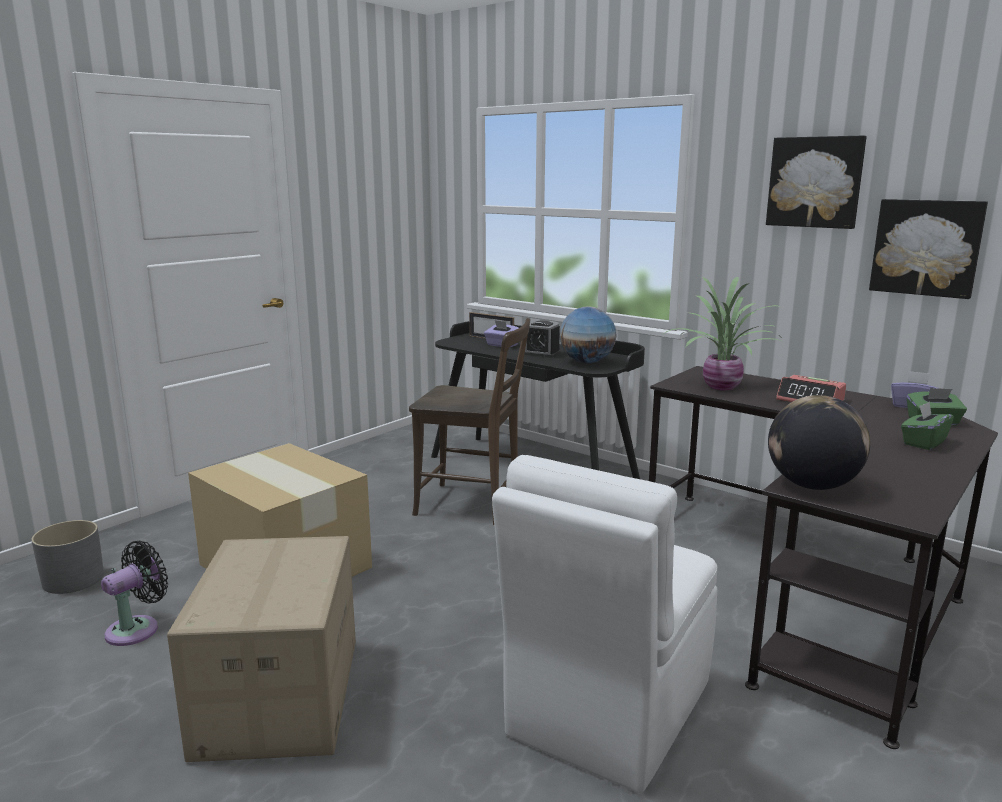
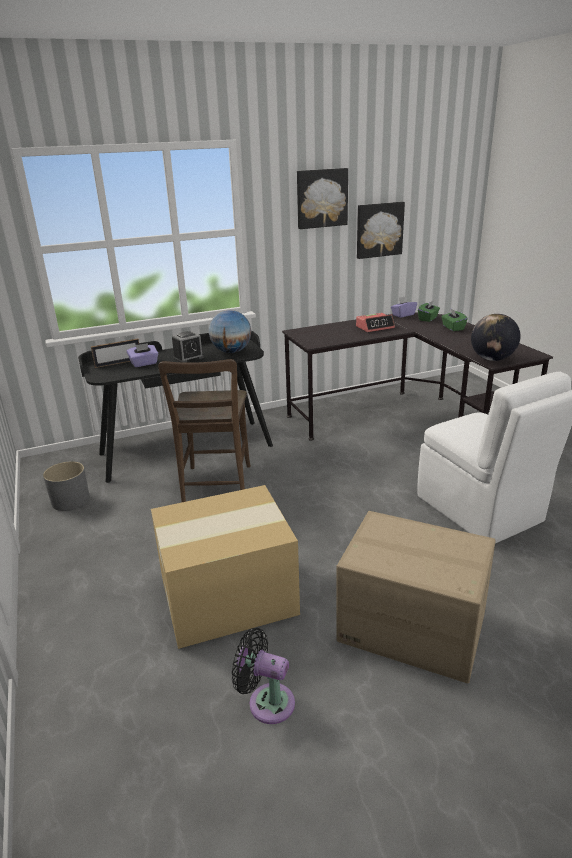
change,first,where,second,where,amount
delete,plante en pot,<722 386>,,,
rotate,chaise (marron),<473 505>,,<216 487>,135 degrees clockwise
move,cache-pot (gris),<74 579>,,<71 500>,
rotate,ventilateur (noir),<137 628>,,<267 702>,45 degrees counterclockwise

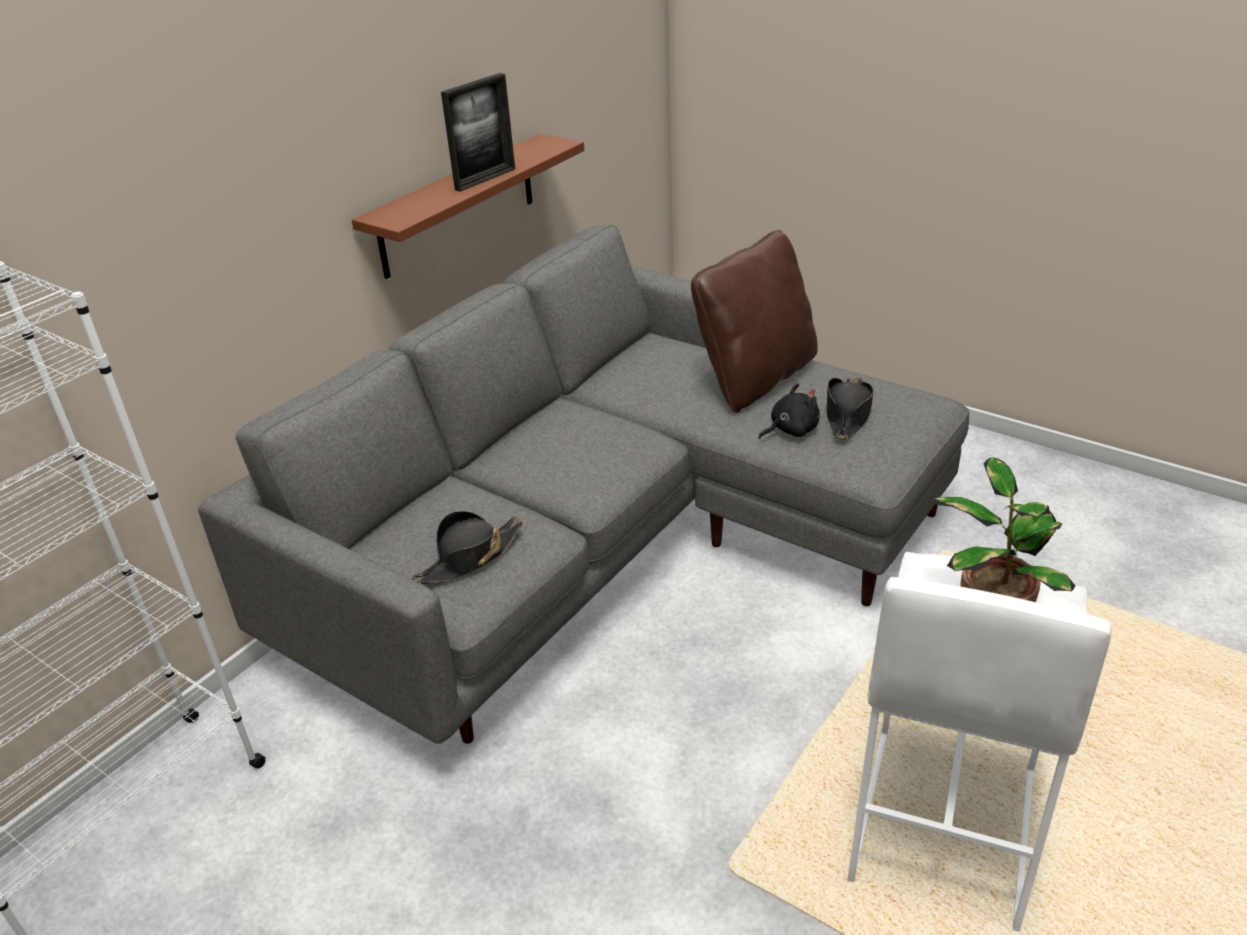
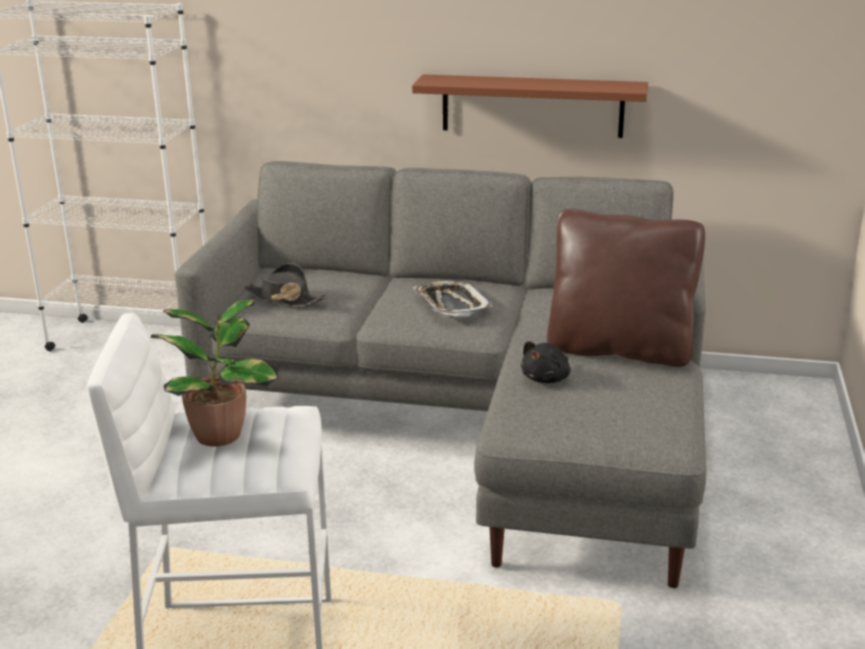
change,first,where,second,where,amount
delete,cadre photo,<485 179>,,,
delete,chapeau (noir),<847 415>,,,
rotate,peluche (noir),<790 430>,,<547 379>,90 degrees clockwise
insert,,,plateau,<451 304>,

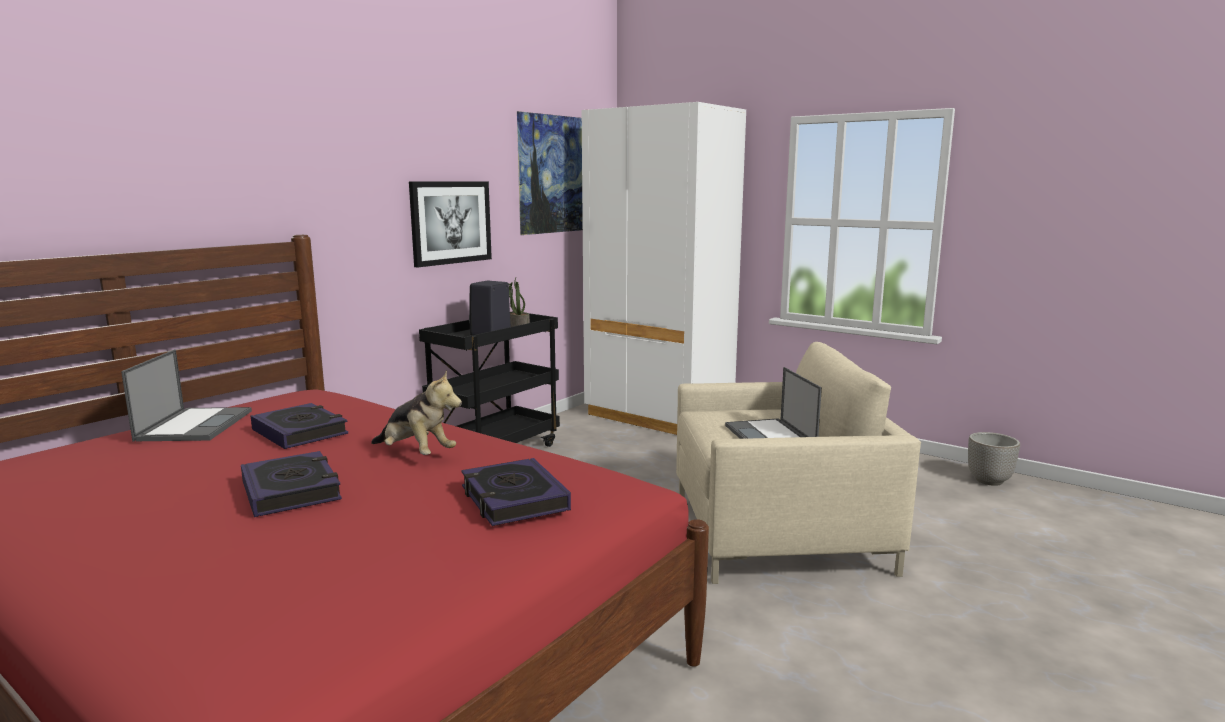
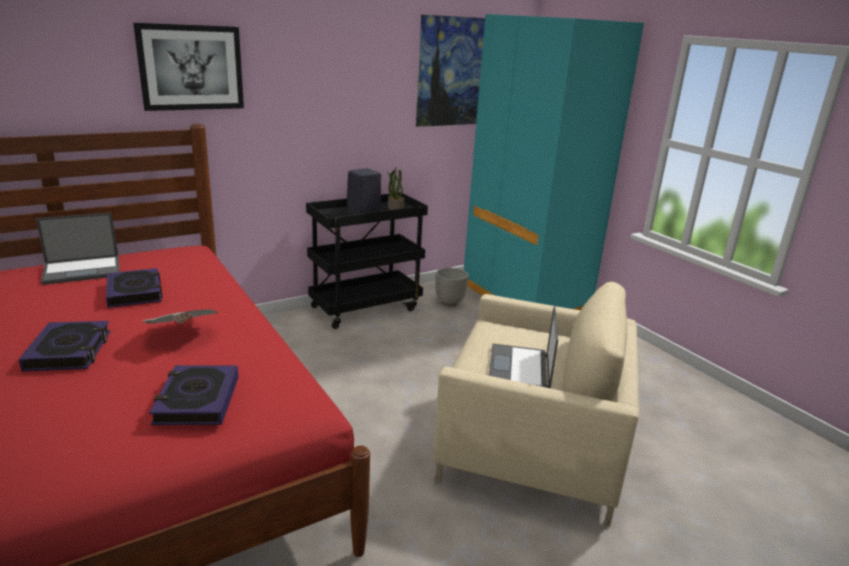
change,first,where,second,where,amount
recolor,armoire (blanc),<658 415>,armoire (turquoise),<524 298>,
move,tableau,<450 222>,,<191 67>,
rotate,ordinateur portable,<195 425>,,<83 270>,45 degrees clockwise
replace,peluche,<416 454>,journal,<183 334>,
move,cache-pot,<988 480>,,<449 302>,

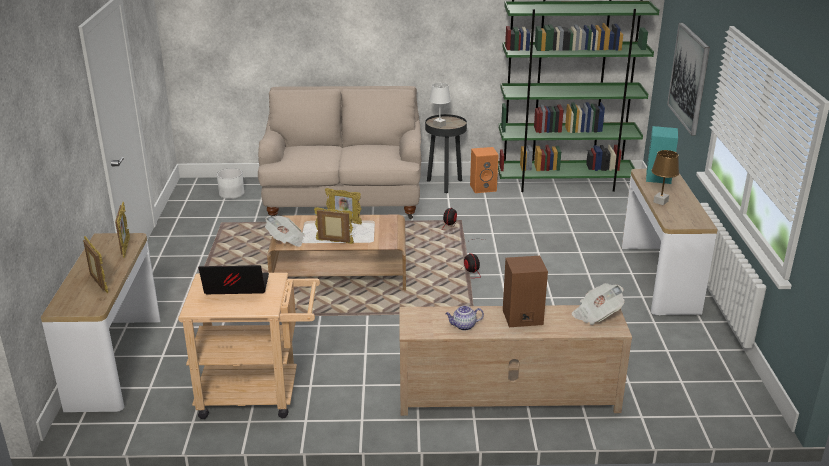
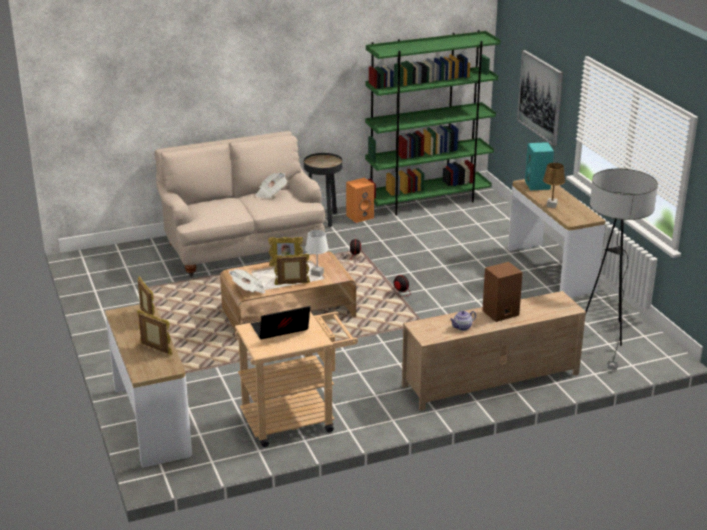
change,first,where,second,where,amount
move,lampe de table (blanc),<439 125>,,<317 274>,
delete,cache-pot (blanc),<231 193>,,,
move,journal,<596 315>,,<271 194>,
insert,,,lampadaire,<606 337>,

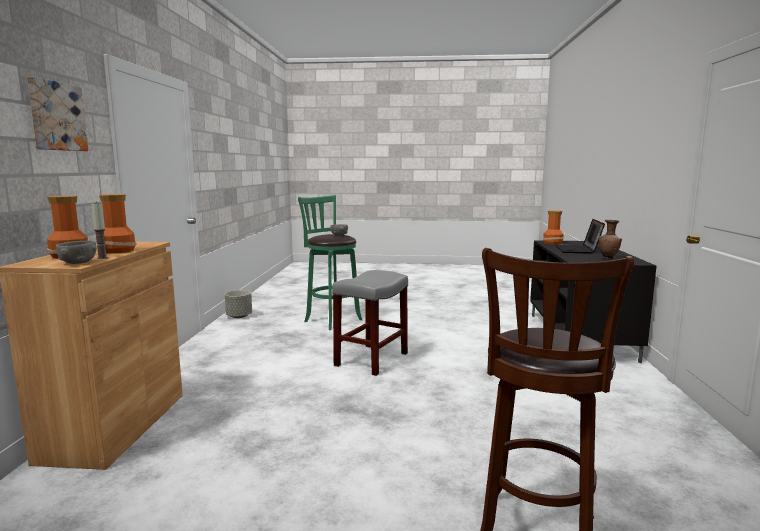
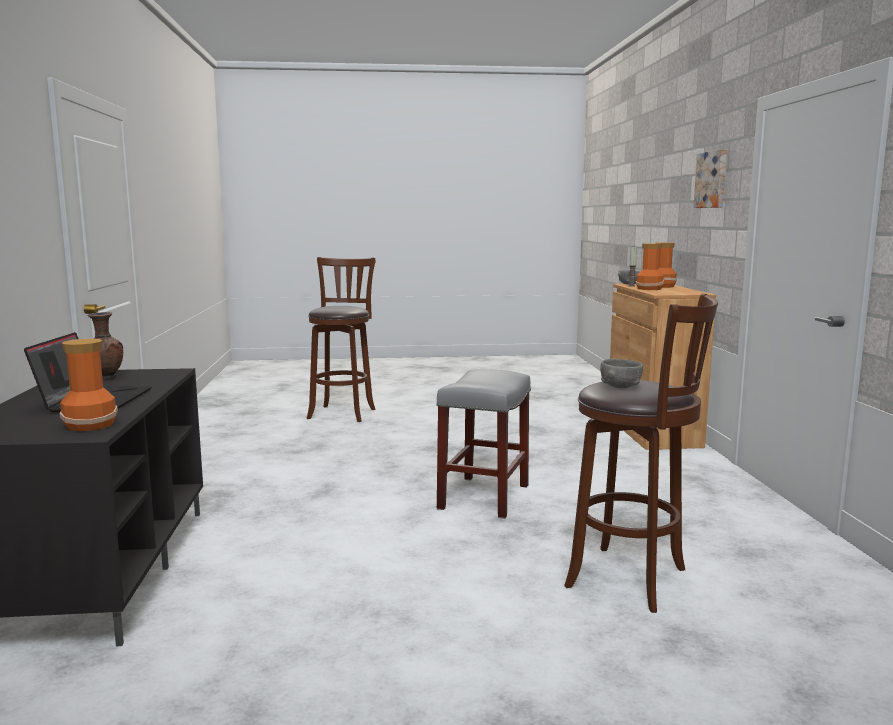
change,first,where,second,where,amount
recolor,tabouret (vert),<331 320>,tabouret (marron),<633 579>,
delete,cache-pot (gris),<239 316>,,,

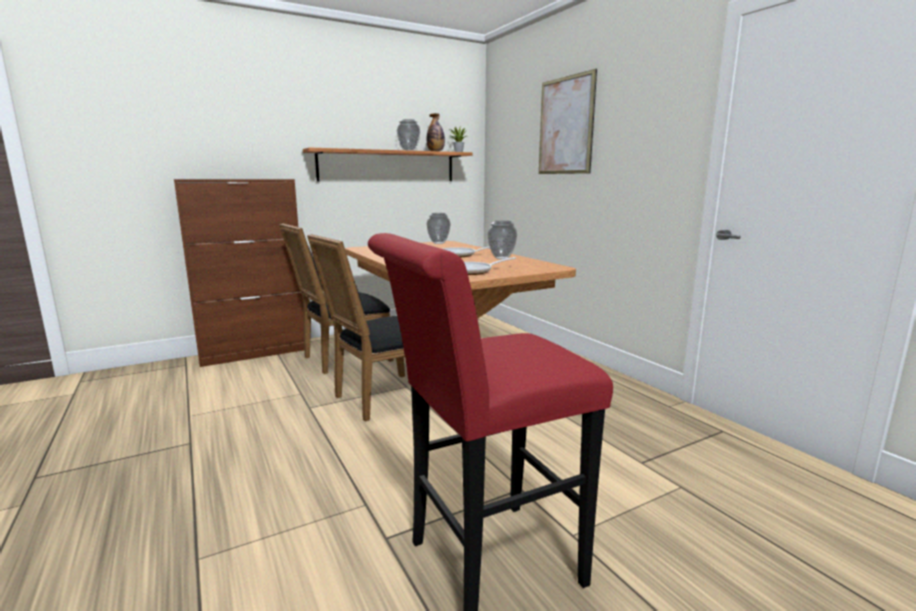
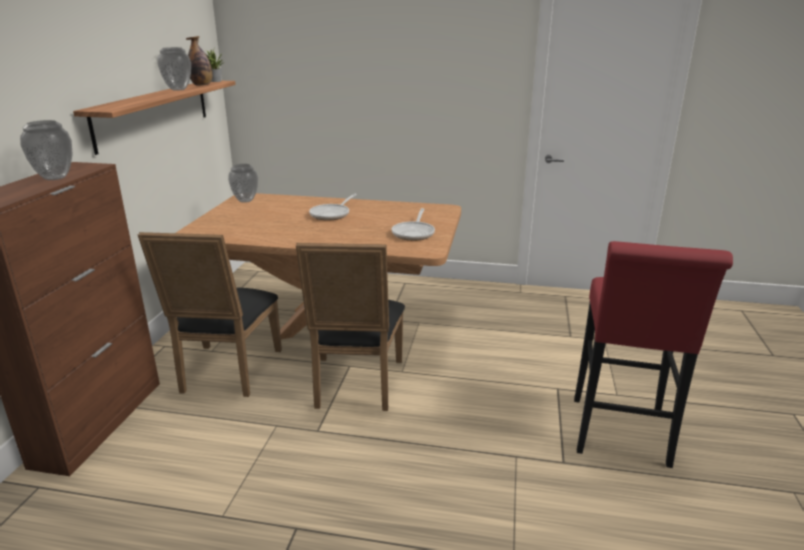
change,first,where,second,where,amount
delete,tableau,<565 126>,,,
move,vase,<501 258>,,<54 178>,

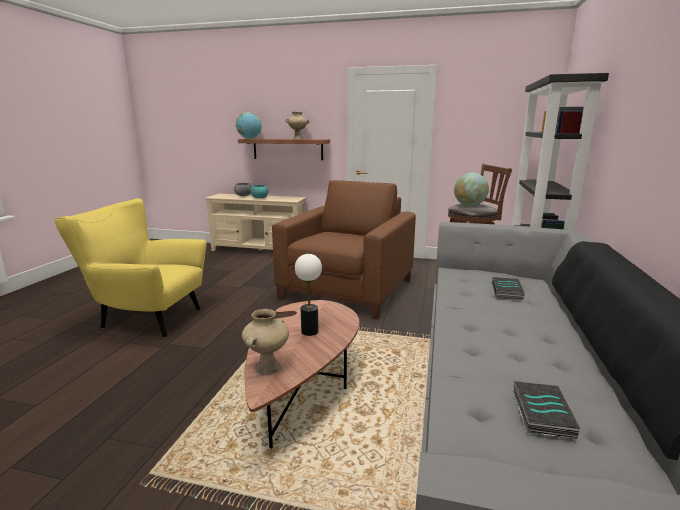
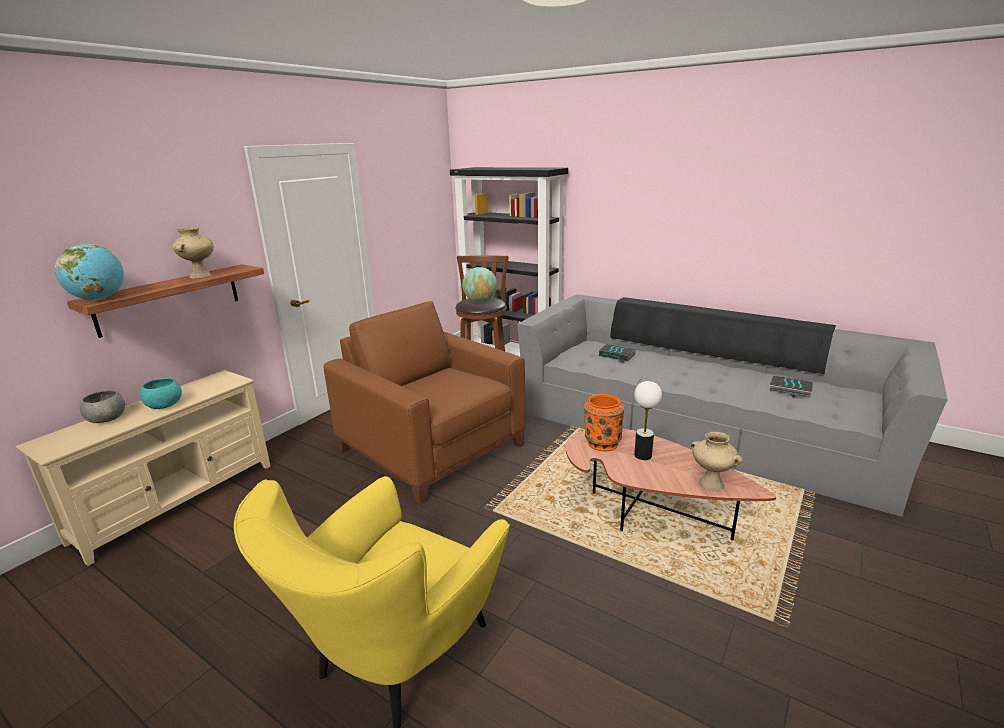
change,first,where,second,where,amount
insert,,,vase (orange),<602 443>,

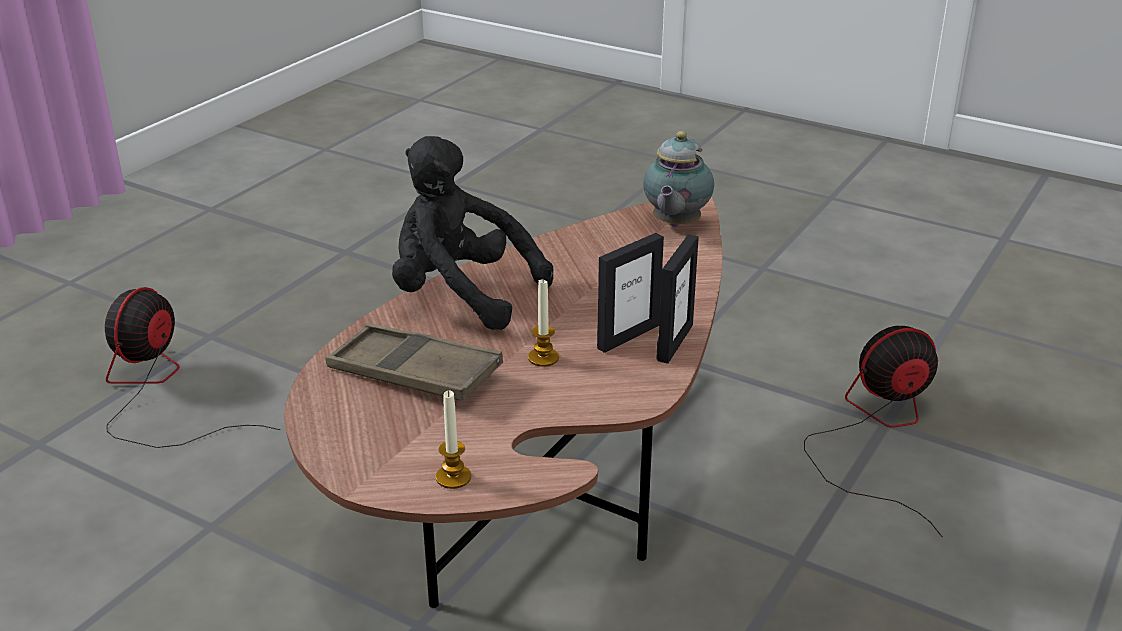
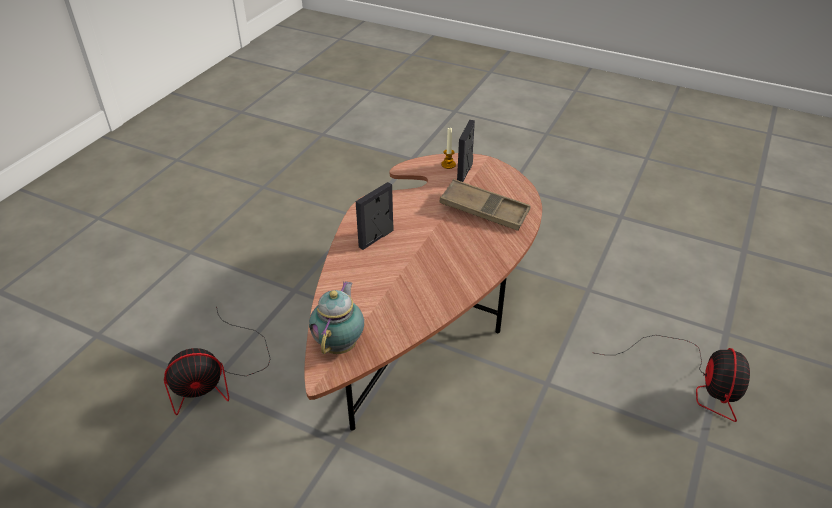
change,first,where,second,where,amount
delete,peluche (noir),<460 295>,,,
move,cadre photo,<674 342>,,<465 173>,
delete,bougie,<543 358>,,,

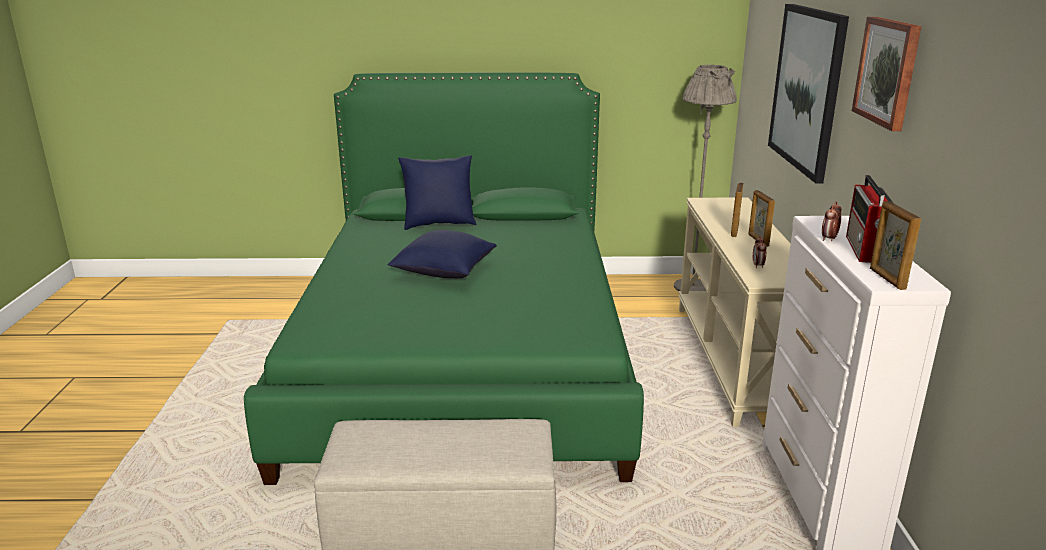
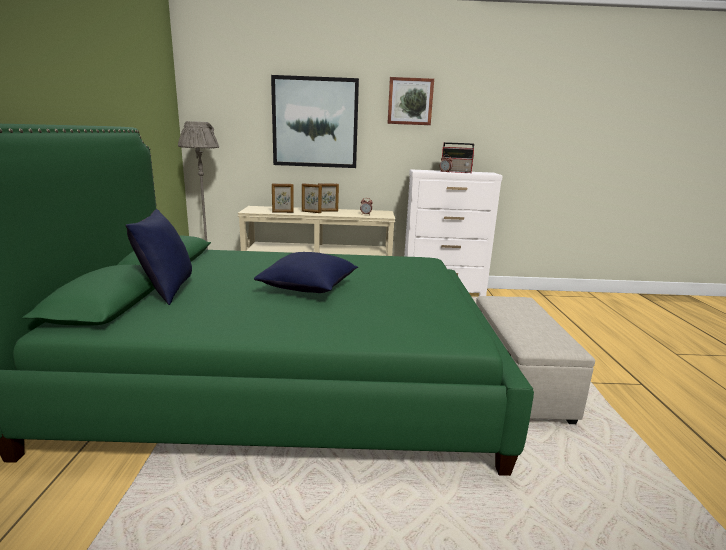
change,first,where,second,where,amount
move,cadre photo,<886 279>,,<283 212>,

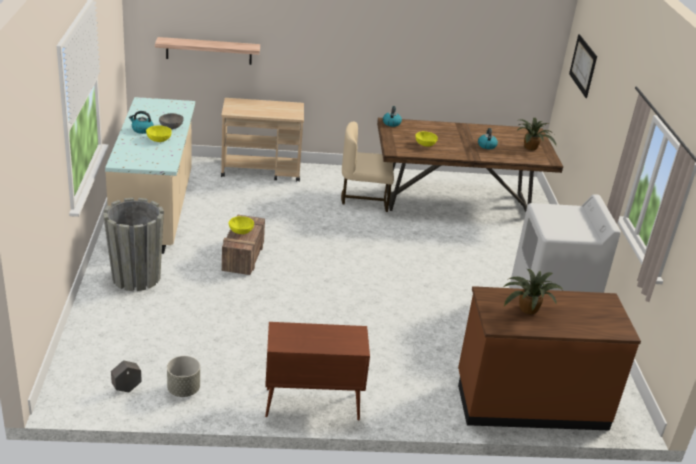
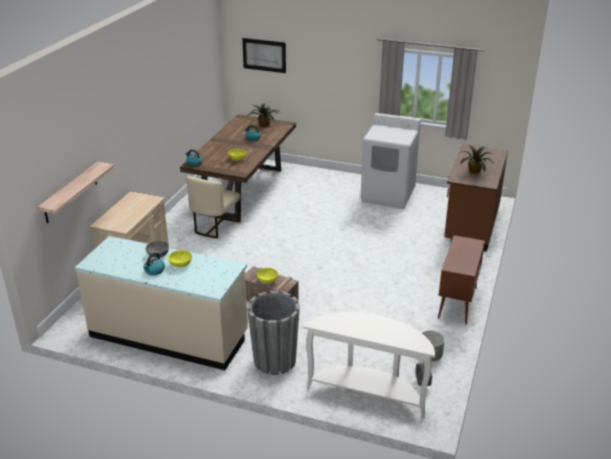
change,first,where,second,where,amount
insert,,,table console (blanc),<368 392>,

